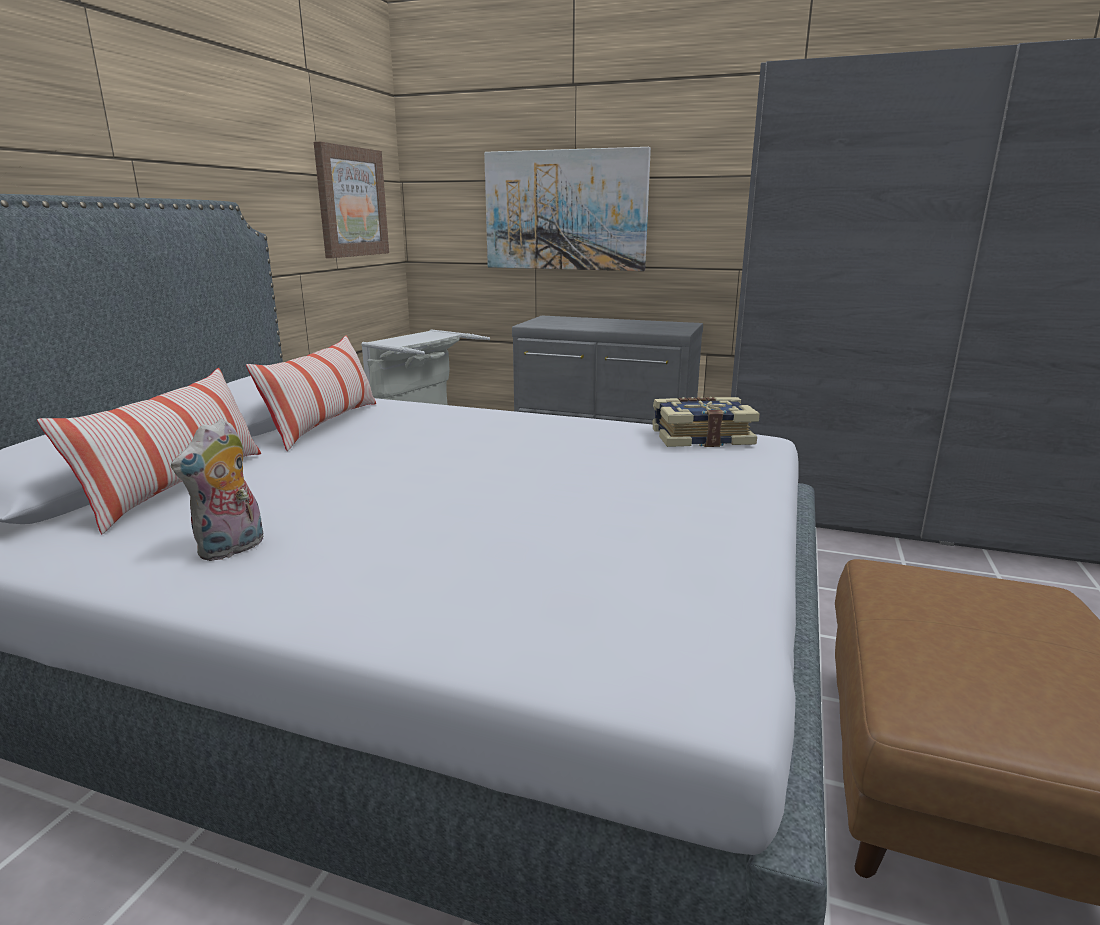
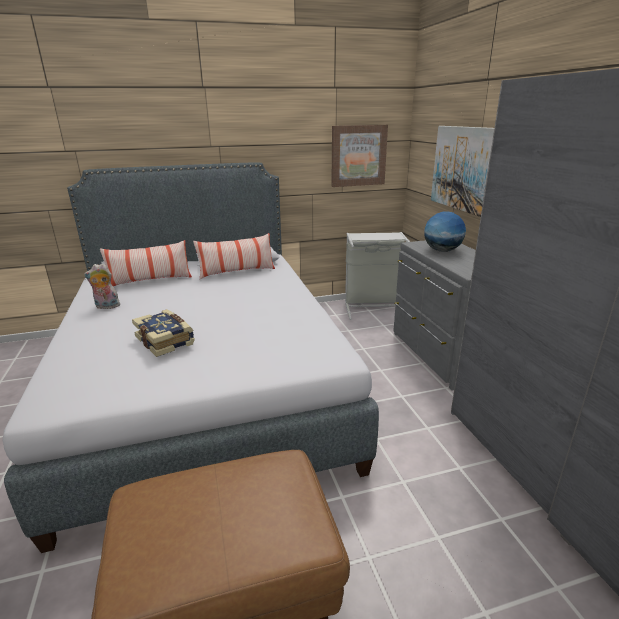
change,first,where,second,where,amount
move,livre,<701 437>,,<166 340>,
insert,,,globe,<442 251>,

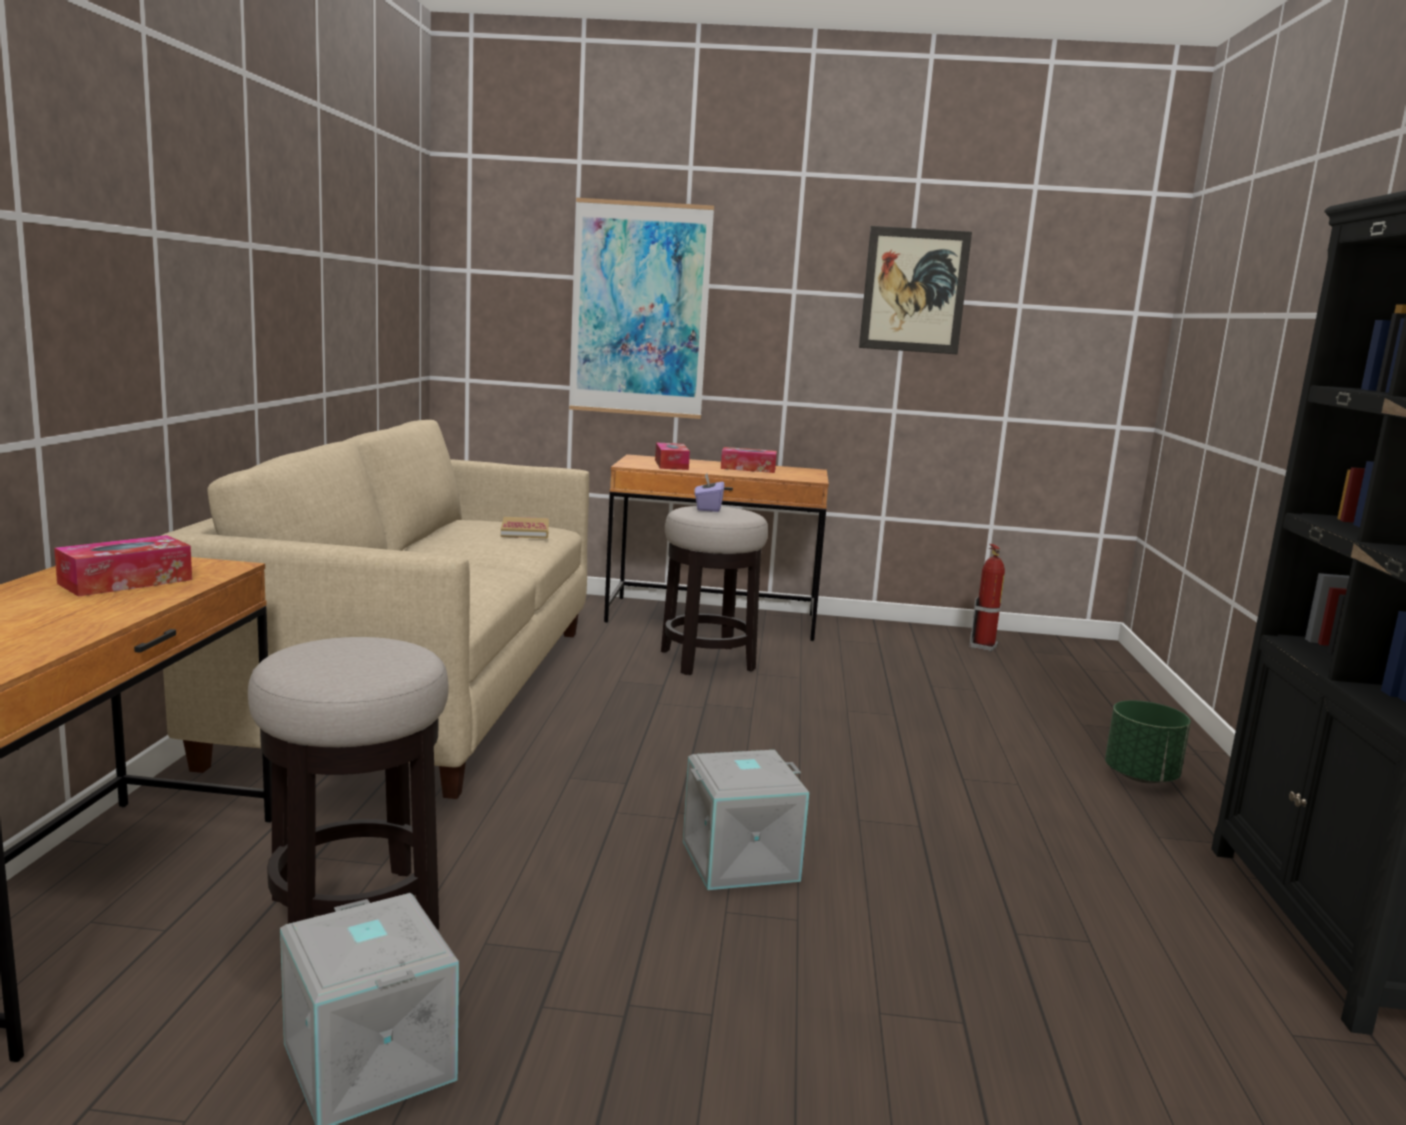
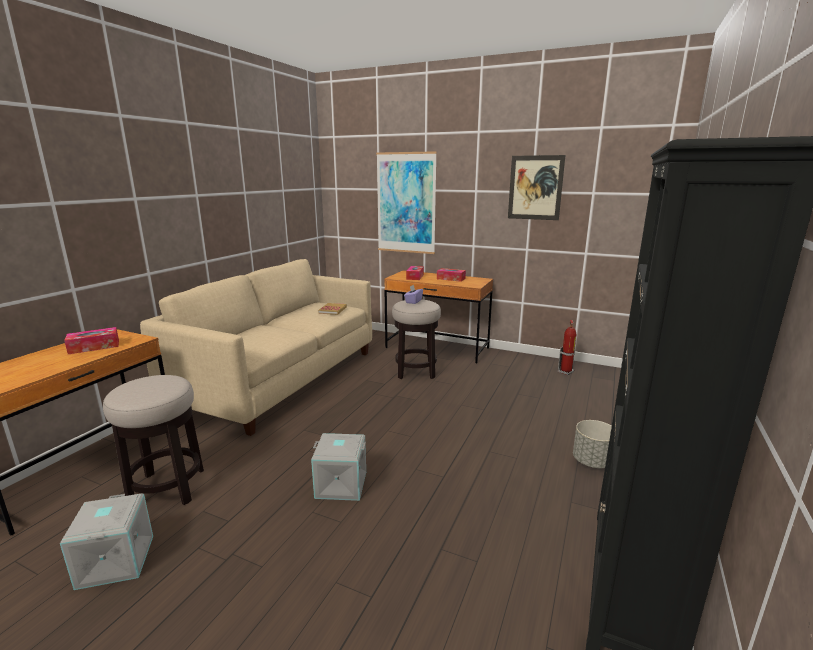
change,first,where,second,where,amount
recolor,cache-pot (vert),<1141 776>,cache-pot (gris),<592 461>,

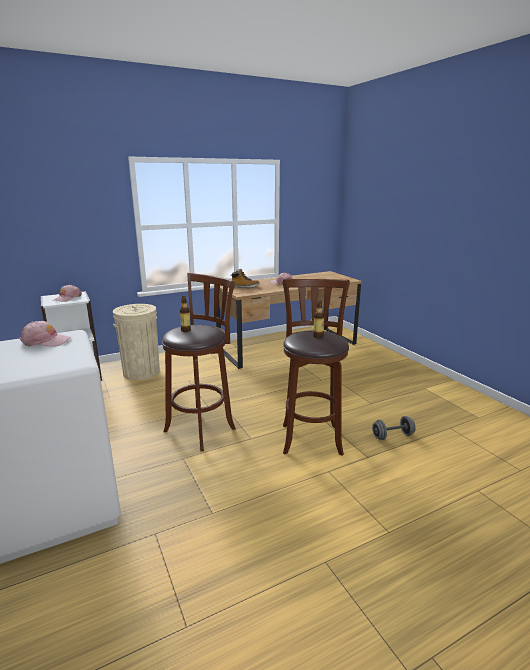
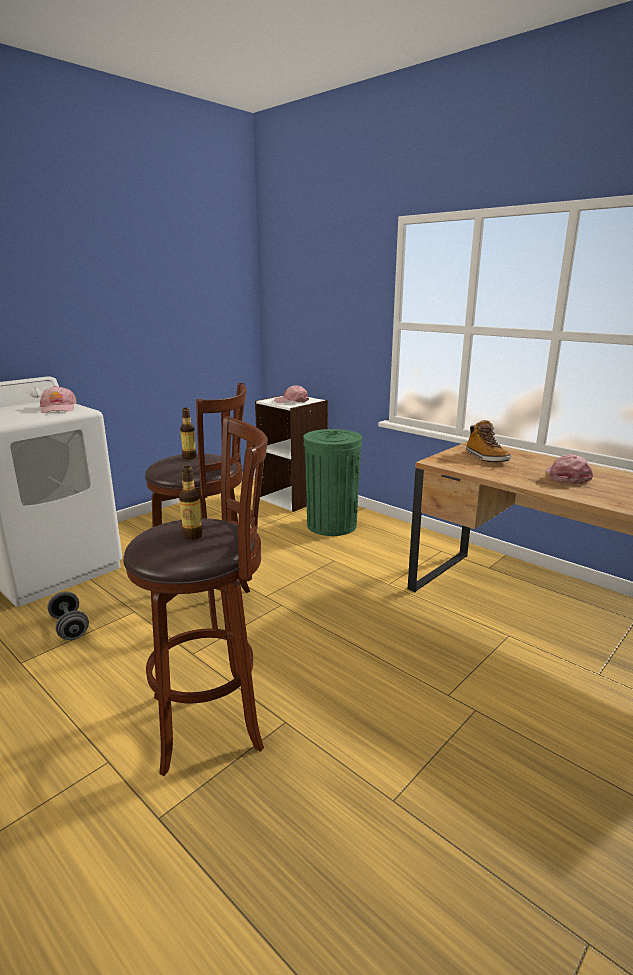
change,first,where,second,where,amount
recolor,poubelle (beige),<141 372>,poubelle (vert),<331 525>,
move,haltère (gris),<392 436>,,<70 627>,

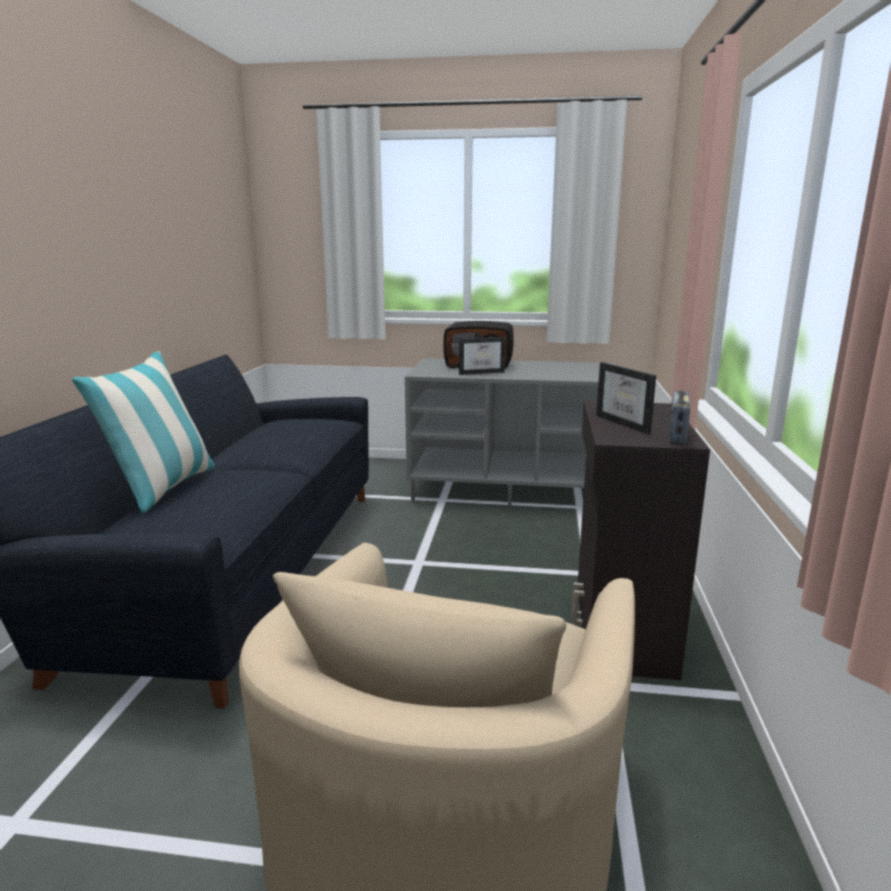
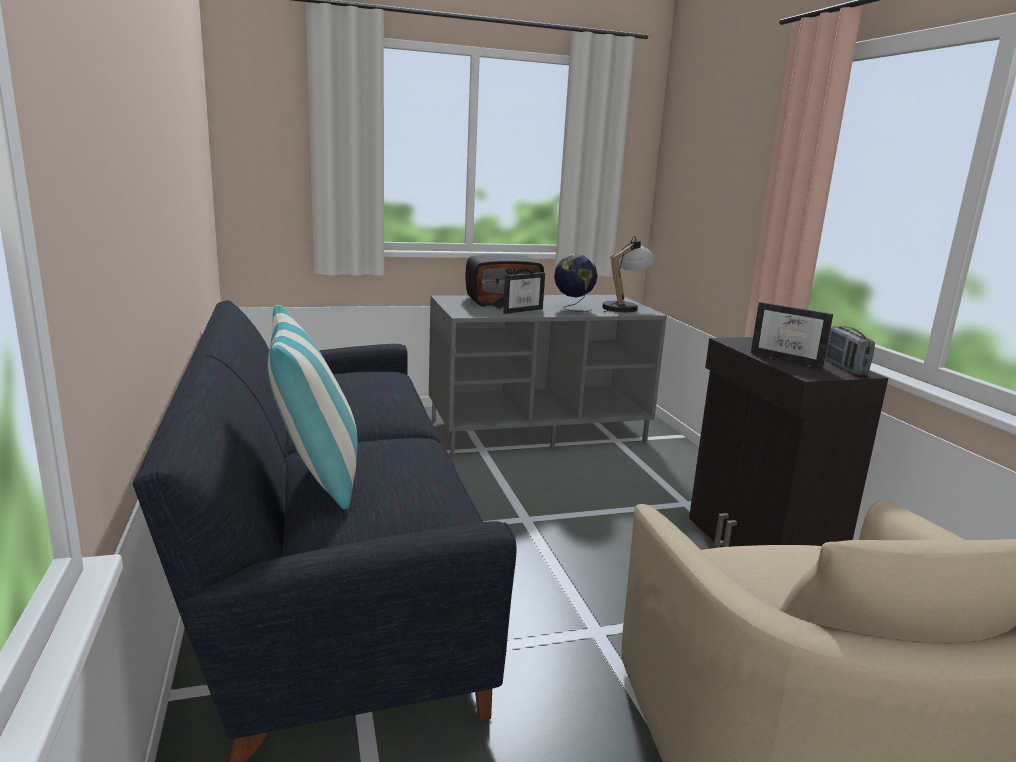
change,first,where,second,where,amount
insert,,,lampe de table,<624 307>,
insert,,,globe,<573 308>,

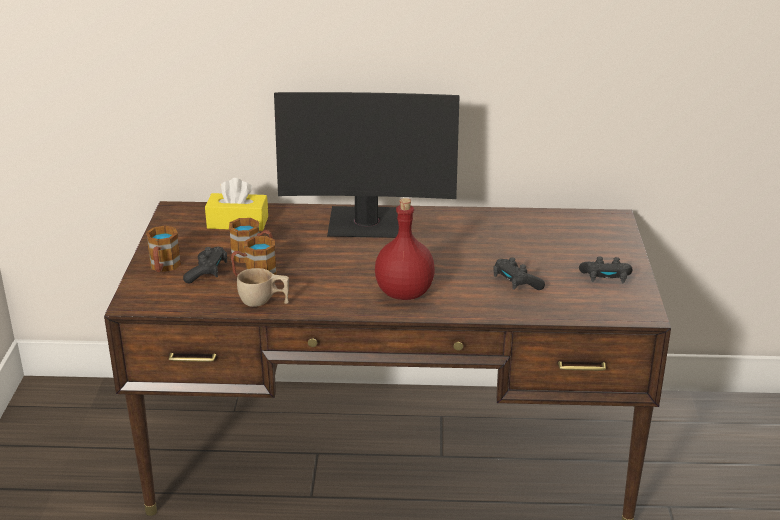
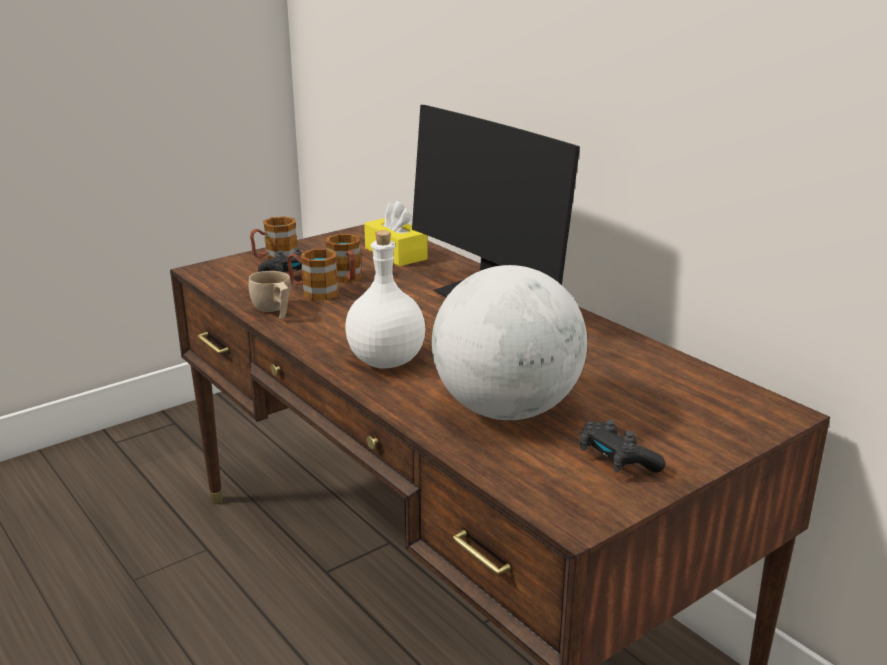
change,first,where,second,where,amount
recolor,bouteille (rouge),<405 292>,bouteille (blanc),<387 361>,
replace,manette (noir),<516 283>,globe,<506 409>,

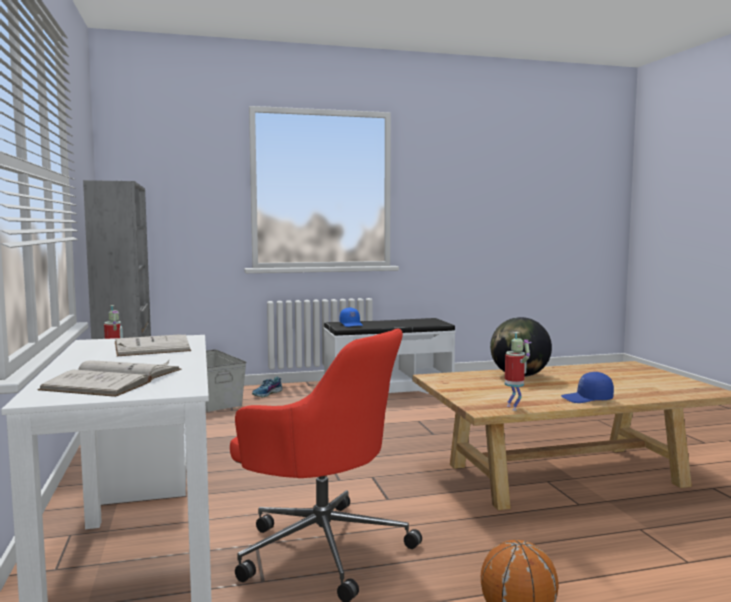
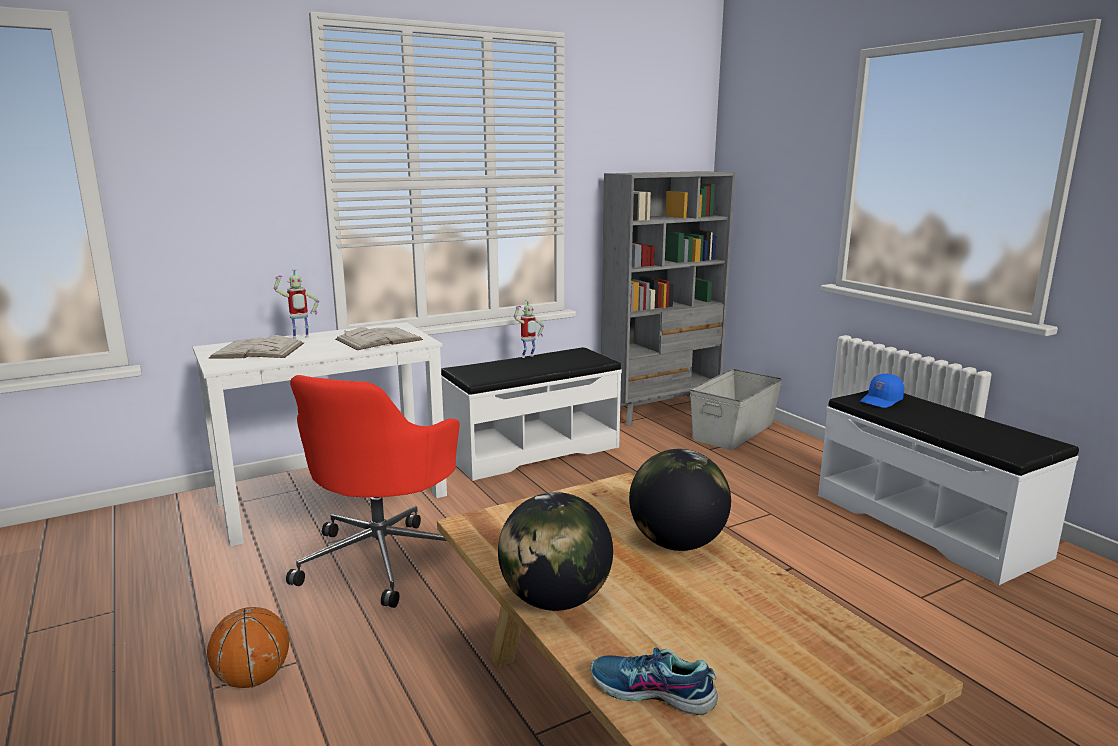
change,first,where,second,where,amount
move,robot jouet,<514 408>,,<300 338>,
replace,casquette (bleu),<587 399>,globe,<555 600>,
move,chaussure,<267 394>,,<652 693>,

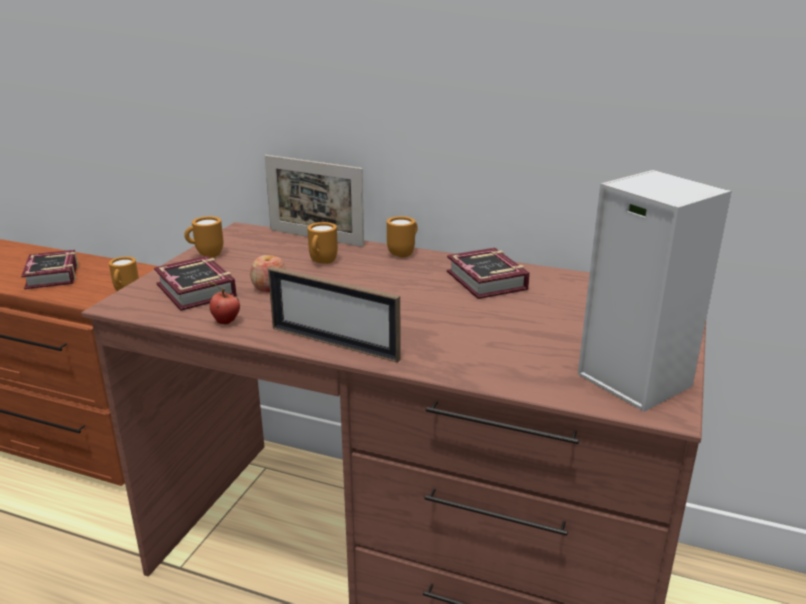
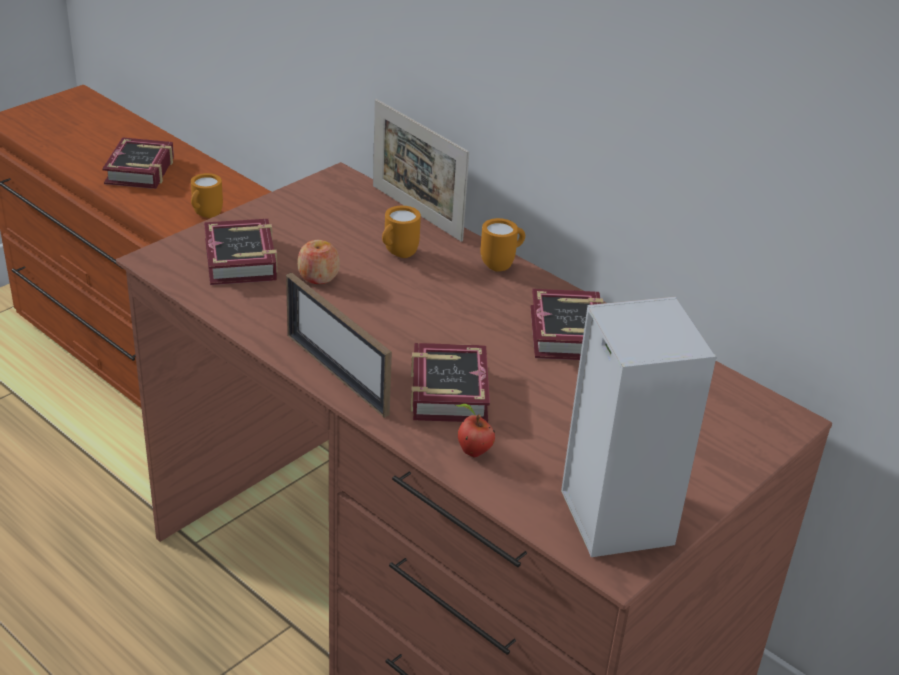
change,first,where,second,where,amount
delete,mug (orange),<206 255>,,,
move,pomme,<224 322>,,<472 452>,
insert,,,livre,<452 389>,

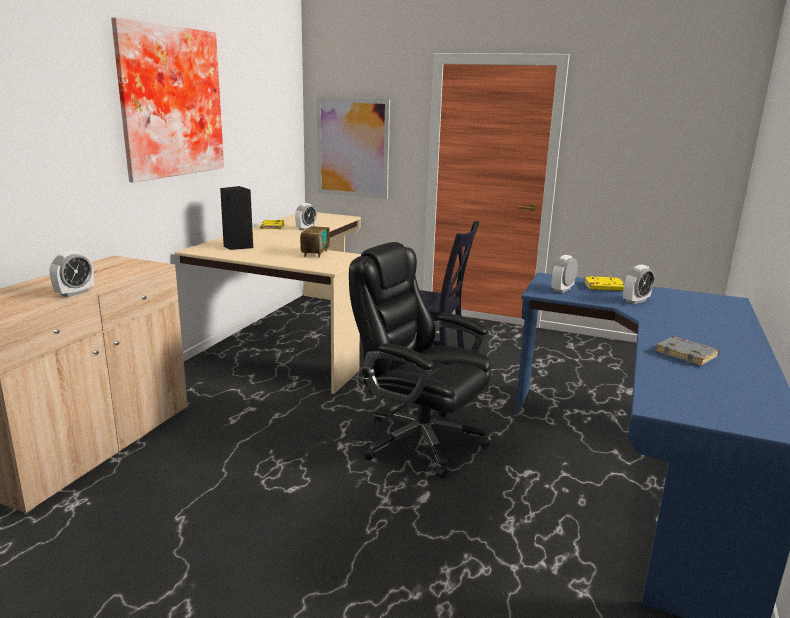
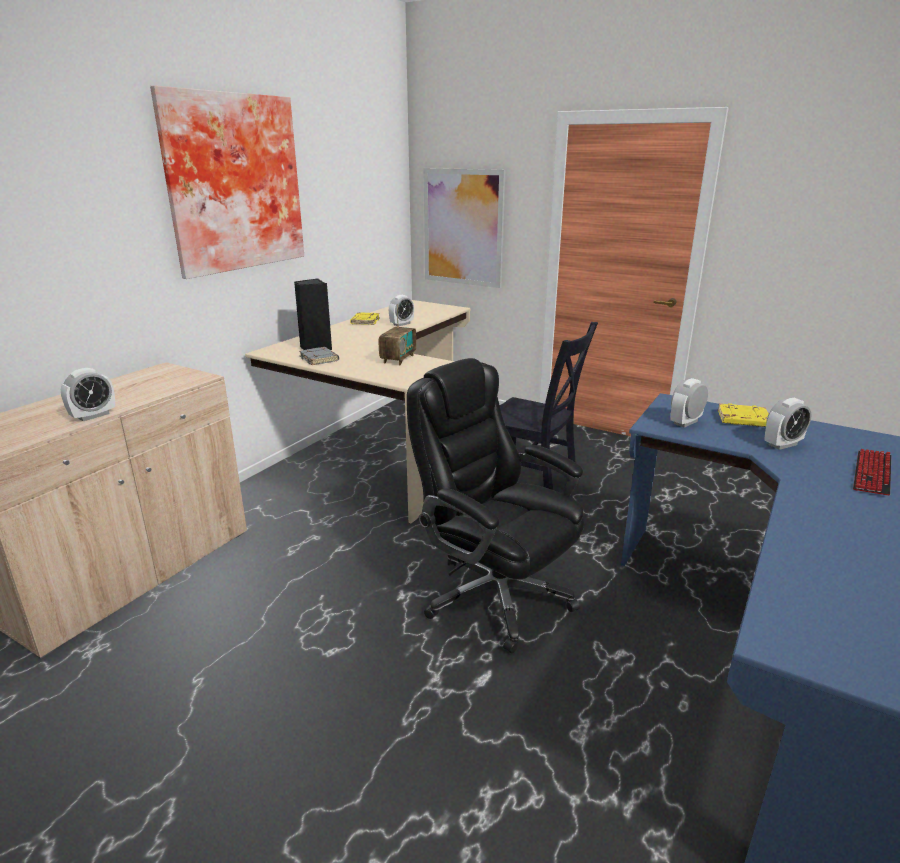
change,first,where,second,where,amount
move,livre (gris),<687 355>,,<320 359>,
insert,,,clavier,<872 473>,

